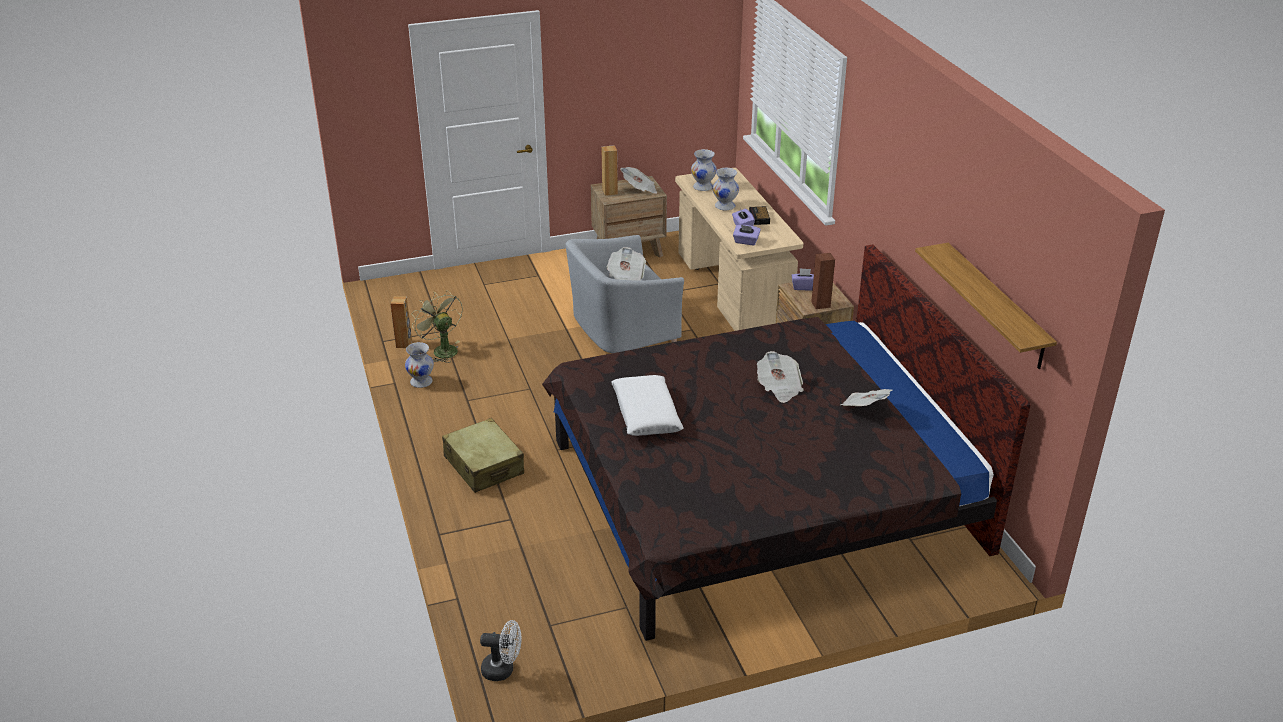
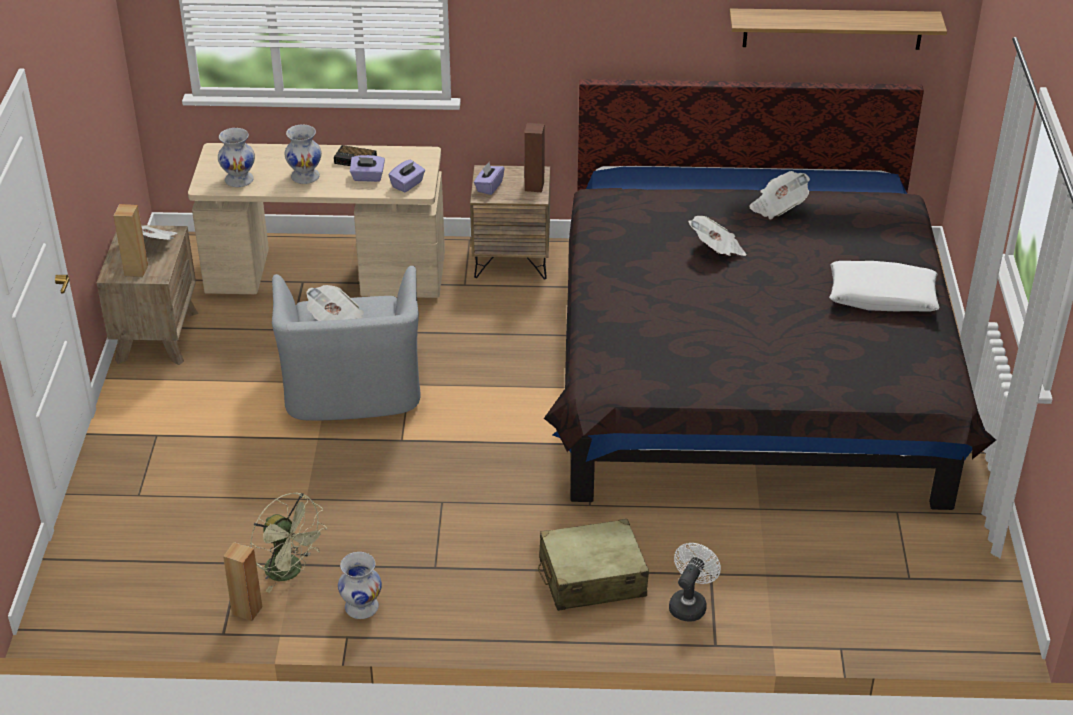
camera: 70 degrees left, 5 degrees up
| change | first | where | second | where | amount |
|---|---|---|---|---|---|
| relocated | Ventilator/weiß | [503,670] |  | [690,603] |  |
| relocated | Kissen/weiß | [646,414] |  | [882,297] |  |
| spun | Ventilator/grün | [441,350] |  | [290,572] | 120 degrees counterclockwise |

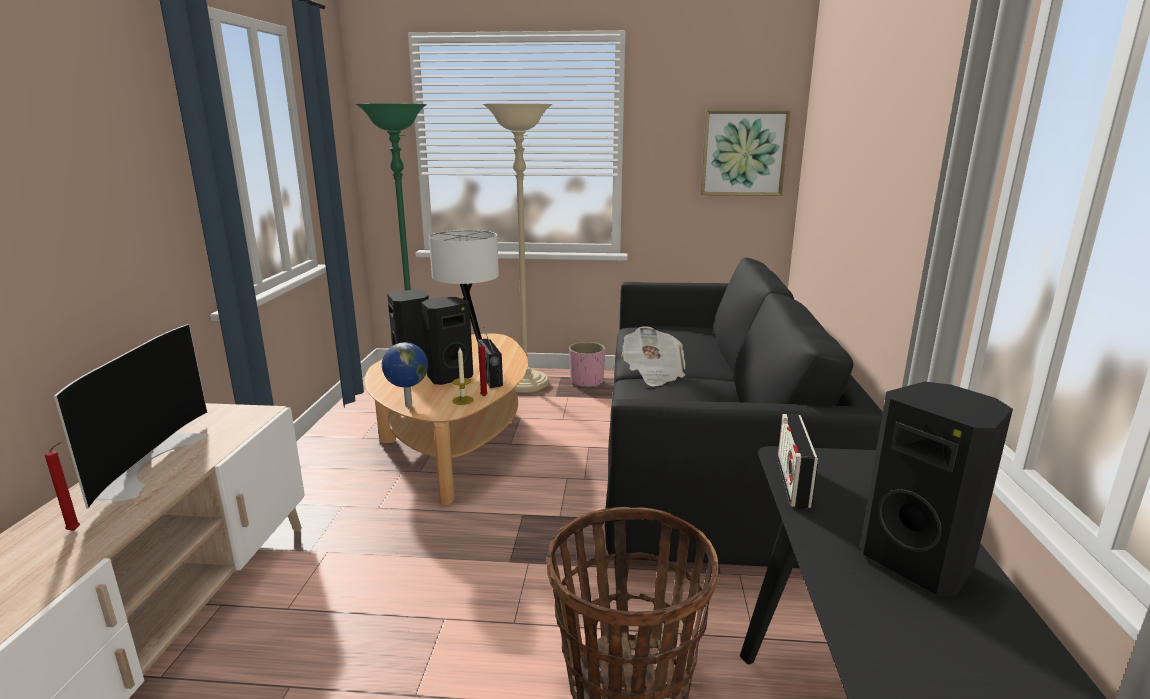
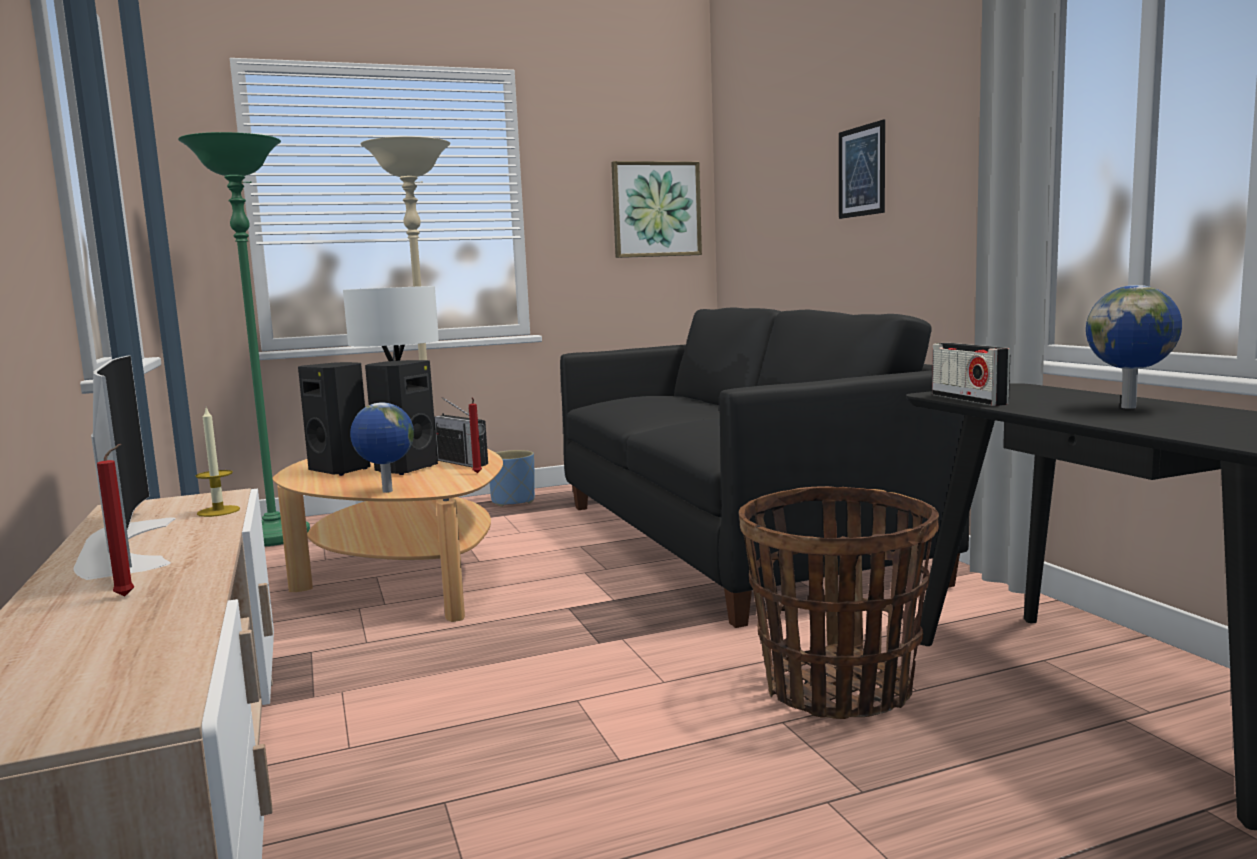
camera: 25 degrees left, 10 degrees down
| change | first | where | second | where | amount |
|---|---|---|---|---|---|
| missing | Zeitung | [653,373] |  |  |  |
| appeared |  |  | Bild | [862,171] |  |
| relocated | Kerze | [463,400] |  | [218,511] |  |
| exchanged | Lautsprecher/schwarz | [919,562] | Globus | [1130,407] |  |
| colour | Pflanzkübel/rosa | [587,382] | Pflanzkübel/blau | [513,501] |  |

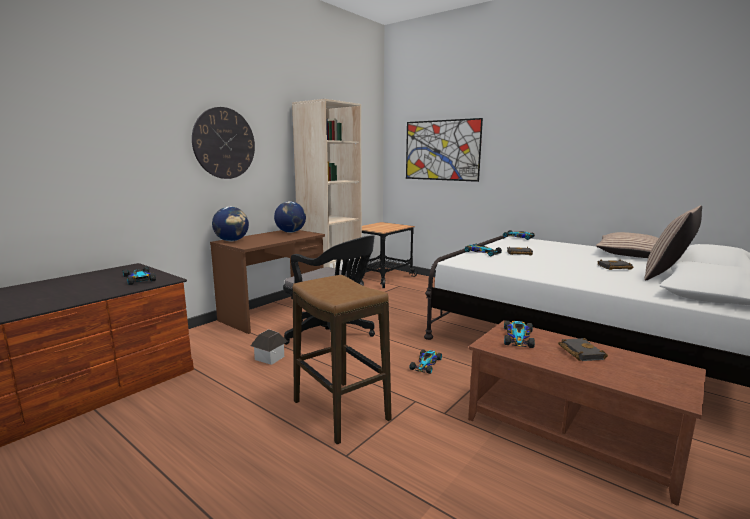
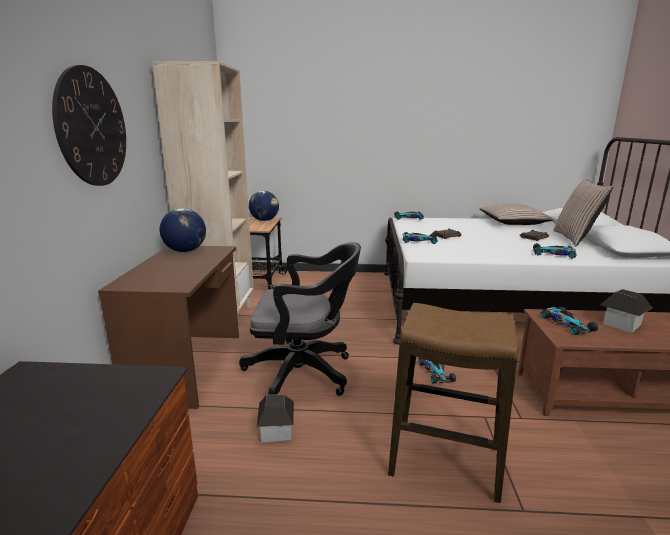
camera: 35 degrees left, 5 degrees up
| change | first | where | second | where | amount |
|---|---|---|---|---|---|
| missing | Bild | [441,150] |  |  |  |
| relocated | Spielzeugauto | [139,279] |  | [554,254] |  |
| relocated | Globus | [232,241] |  | [264,220] |  |
| exchanged | Buch/schwarz | [579,352] | Spielzeughaus | [621,324] |  |

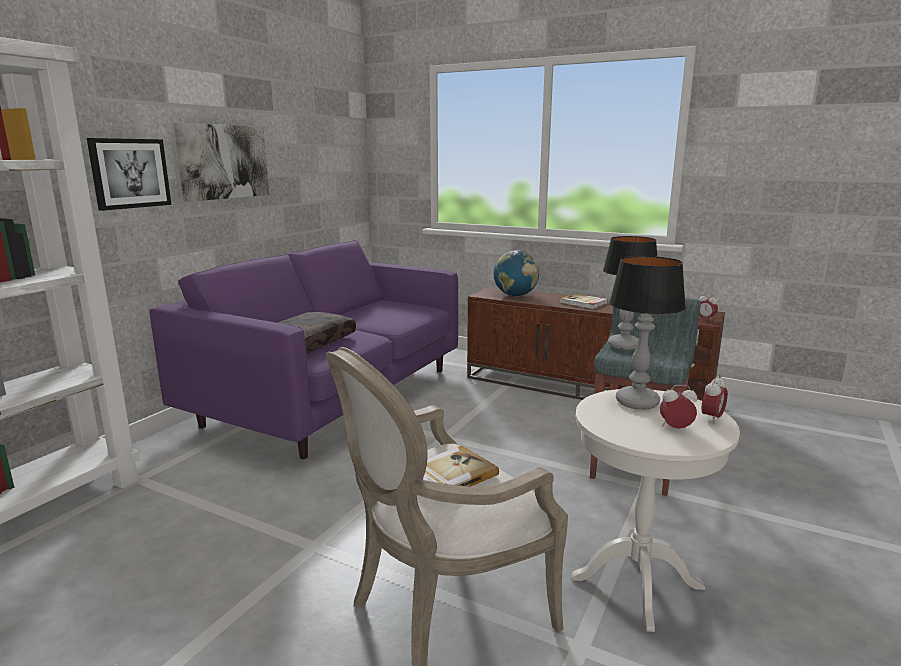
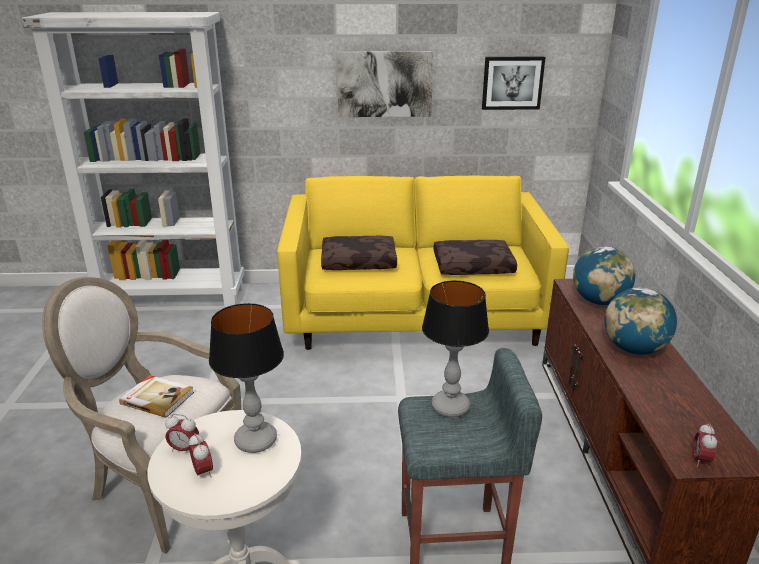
camera: 60 degrees right, 10 degrees up
| change | first | where | second | where | amount |
|---|---|---|---|---|---|
| appeared |  |  | Kissen/braun | [473,266] |  |
| relocated | Bild | [129,173] |  | [512,83] |  |
| relocated | Wecker | [712,418] |  | [184,449] |  |
| exchanged | Buch | [583,303] | Globus | [634,349] |  |
| colour | Sofa/lila | [333,398] | Sofa/gelb | [414,317] |  |

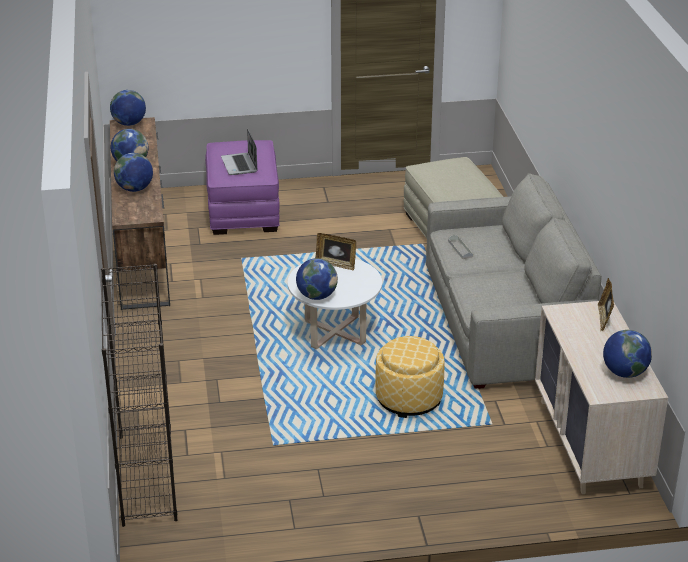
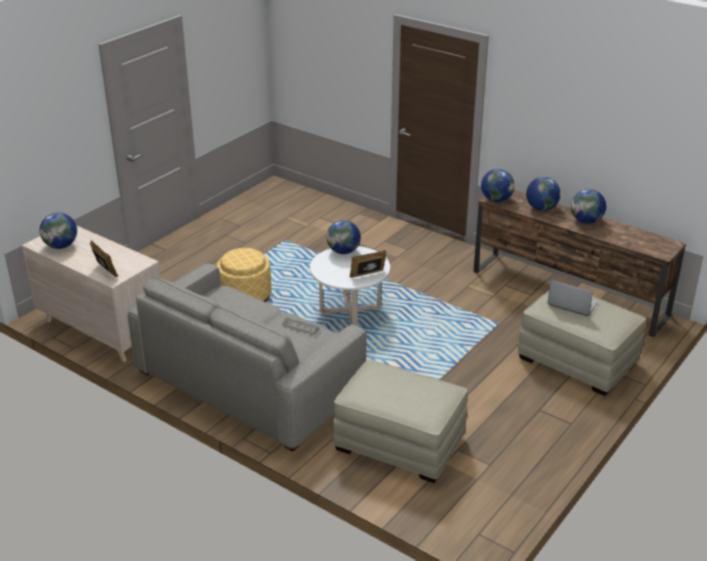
camera: 135 degrees right, 0 degrees up
| change | first | where | second | where | amount |
|---|---|---|---|---|---|
| missing | Bücherregal/schwarz | [146,476] |  |  |  |
| relocated | Globus | [129,123] |  | [496,200] |  |
| colour | Polsterhocker/lila | [243,210] | Polsterhocker/beige | [576,361] |  |

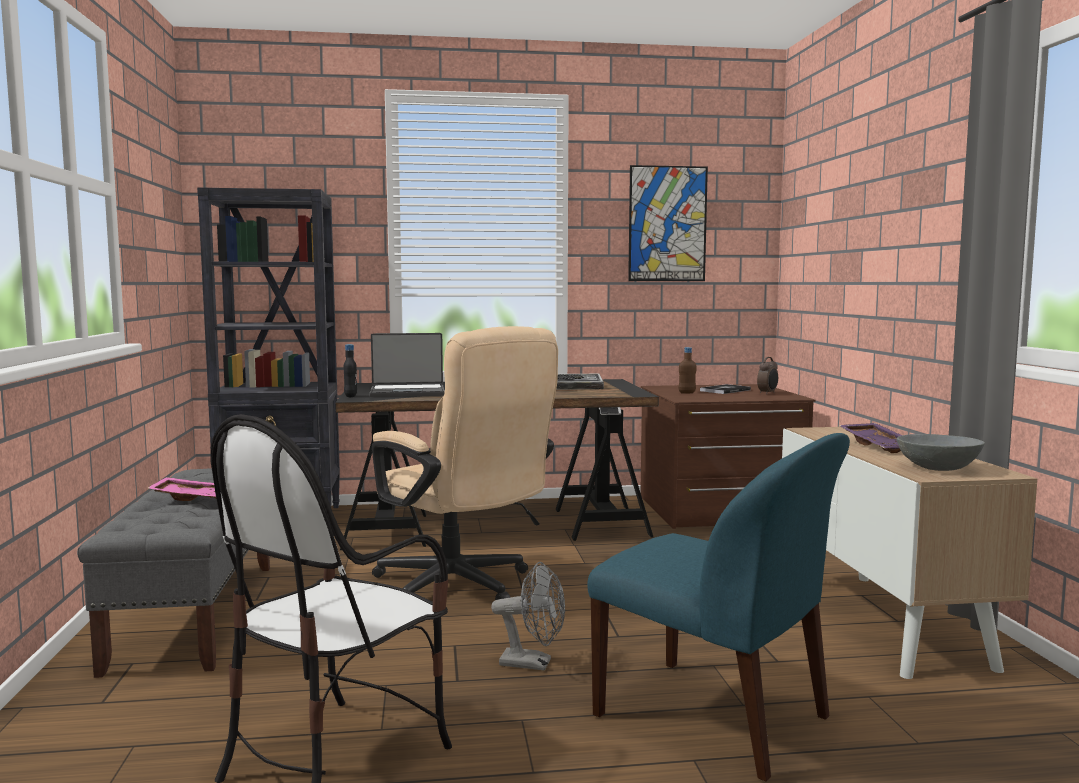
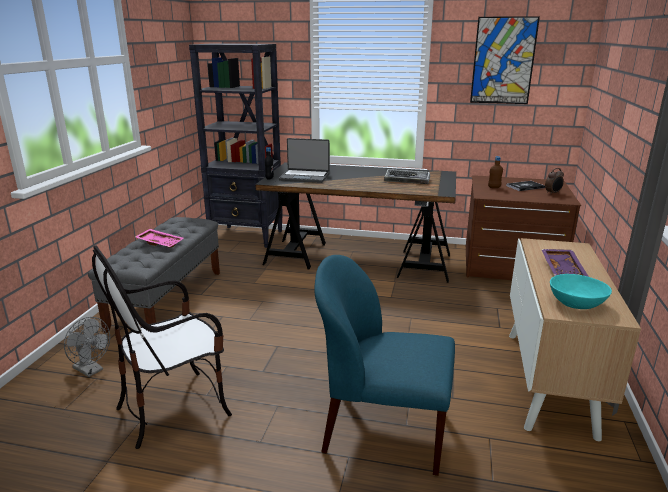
camera: 20 degrees right, 15 degrees up
| change | first | where | second | where | amount |
|---|---|---|---|---|---|
| missing | Bürostuhl/beige | [462,587] |  |  |  |
| relocated | Ventilator/grau | [533,663] |  | [91,370] |  |
| colour | Schüssel/grau | [939,468] | Schüssel/türkis | [577,303] |  |
| spun | Stuhl/blau | [716,718] |  | [382,431] | 135 degrees clockwise |

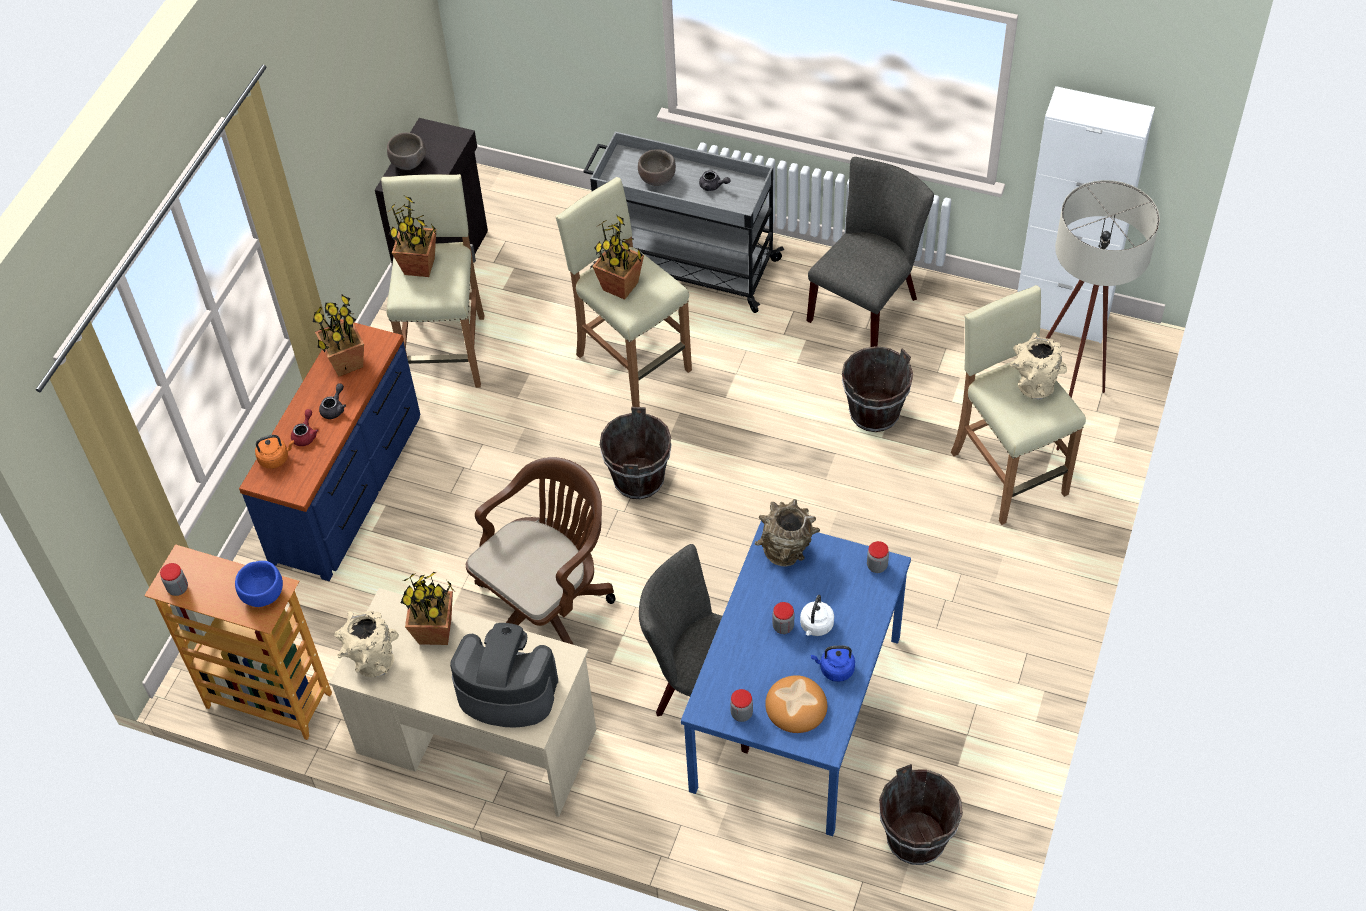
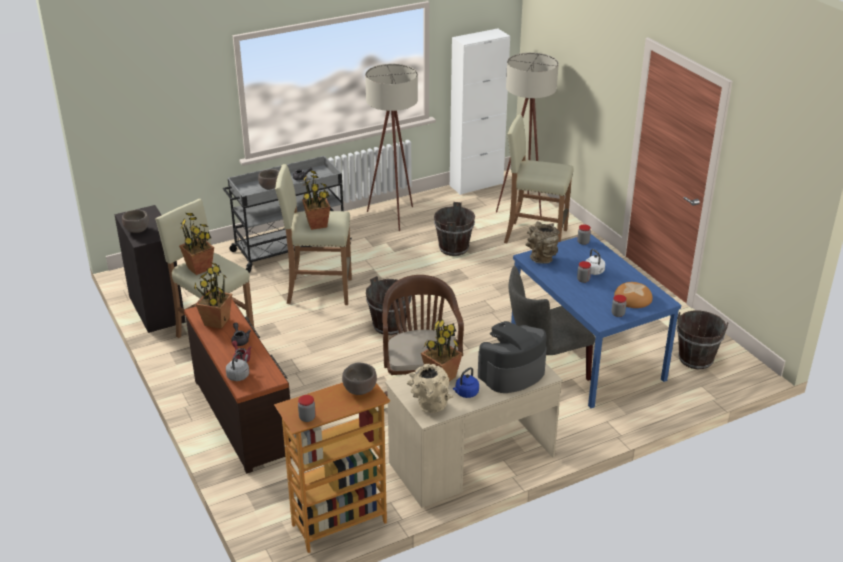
camera: 50 degrees left, 20 degrees down
| change | first | where | second | where | amount |
|---|---|---|---|---|---|
| missing | Vase/beige | [1032,385] |  |  |  |
| relocated | Wasserkessel/blau | [835,669] |  | [466,393] |  |
| exchanged | Stuhl/grau | [867,305] | Stehlampe/beige | [394,219] |  |
| colour | Schüssel/blau | [263,594] | Schüssel/braun | [360,390] |  |
| colour | Kommode/blau | [349,487] | Kommode/braun | [244,416] |  |
| colour | Wasserkessel/orange | [275,458] | Wasserkessel/grau | [239,375] |  |

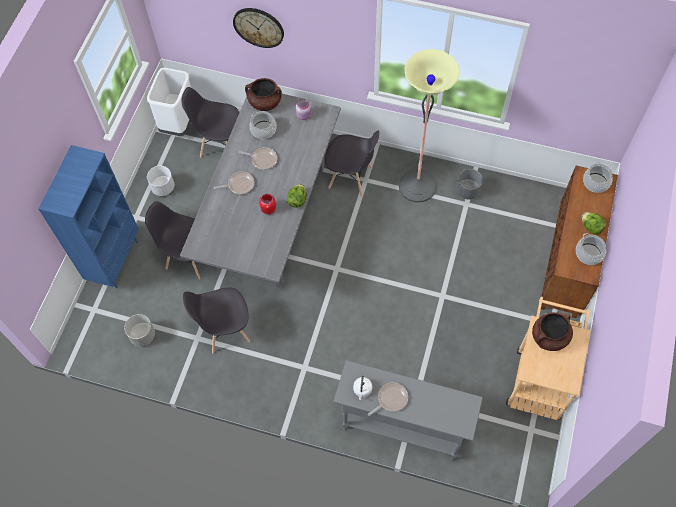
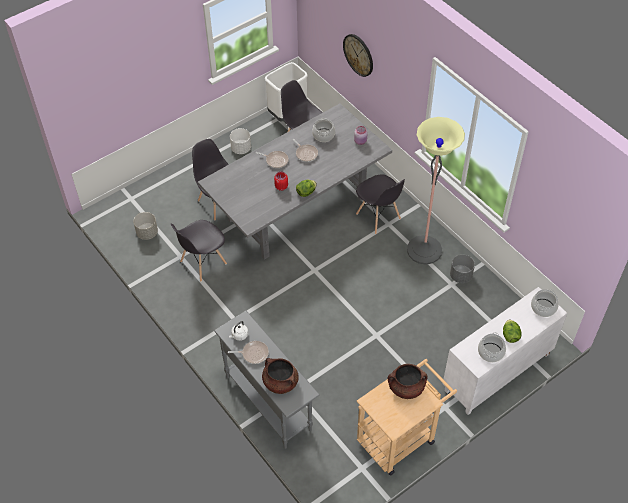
camera: 35 degrees right, 10 degrees down
| change | first | where | second | where | amount |
|---|---|---|---|---|---|
| missing | Bücherregal/blau | [115,260] |  |  |  |
| relocated | Kochtopf/braun | [265,102] |  | [280,382] |  |
| colour | Schrank/braun | [568,263] | Schrank/weiß | [497,373] |  |
| spun | Stuhl/grau | [225,330] |  | [203,263] | 60 degrees counterclockwise |

